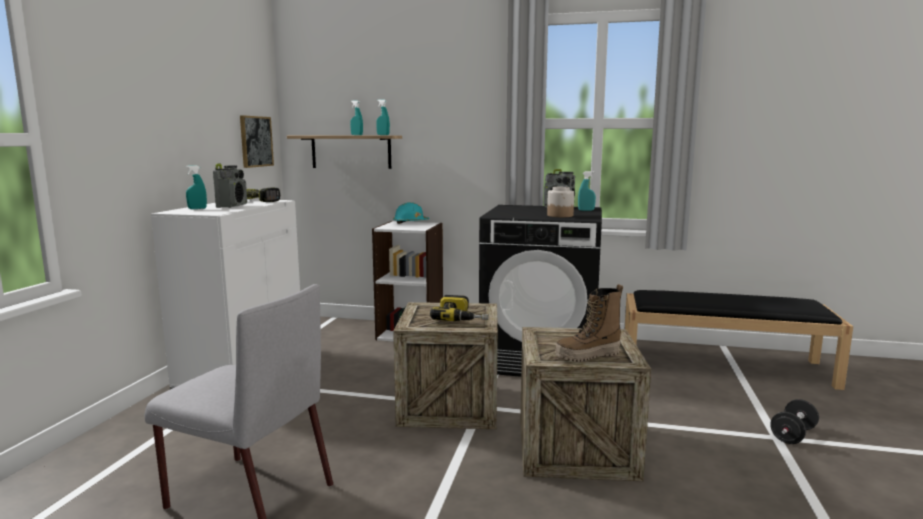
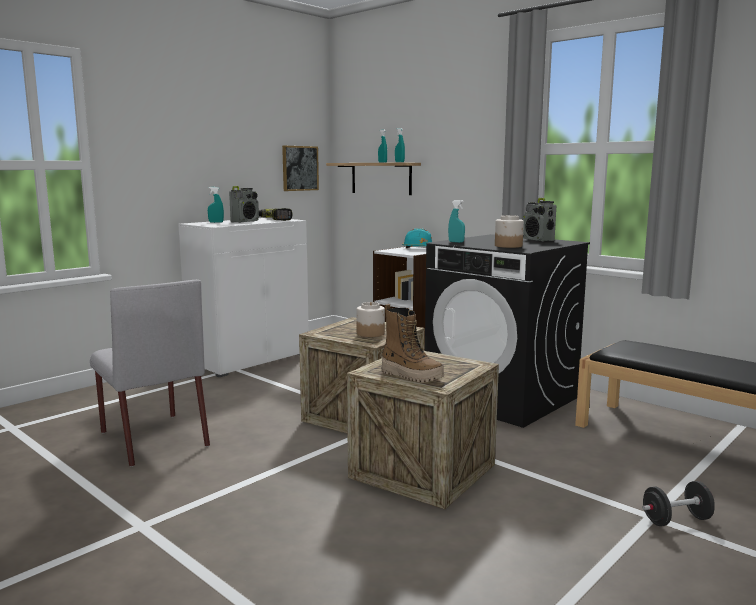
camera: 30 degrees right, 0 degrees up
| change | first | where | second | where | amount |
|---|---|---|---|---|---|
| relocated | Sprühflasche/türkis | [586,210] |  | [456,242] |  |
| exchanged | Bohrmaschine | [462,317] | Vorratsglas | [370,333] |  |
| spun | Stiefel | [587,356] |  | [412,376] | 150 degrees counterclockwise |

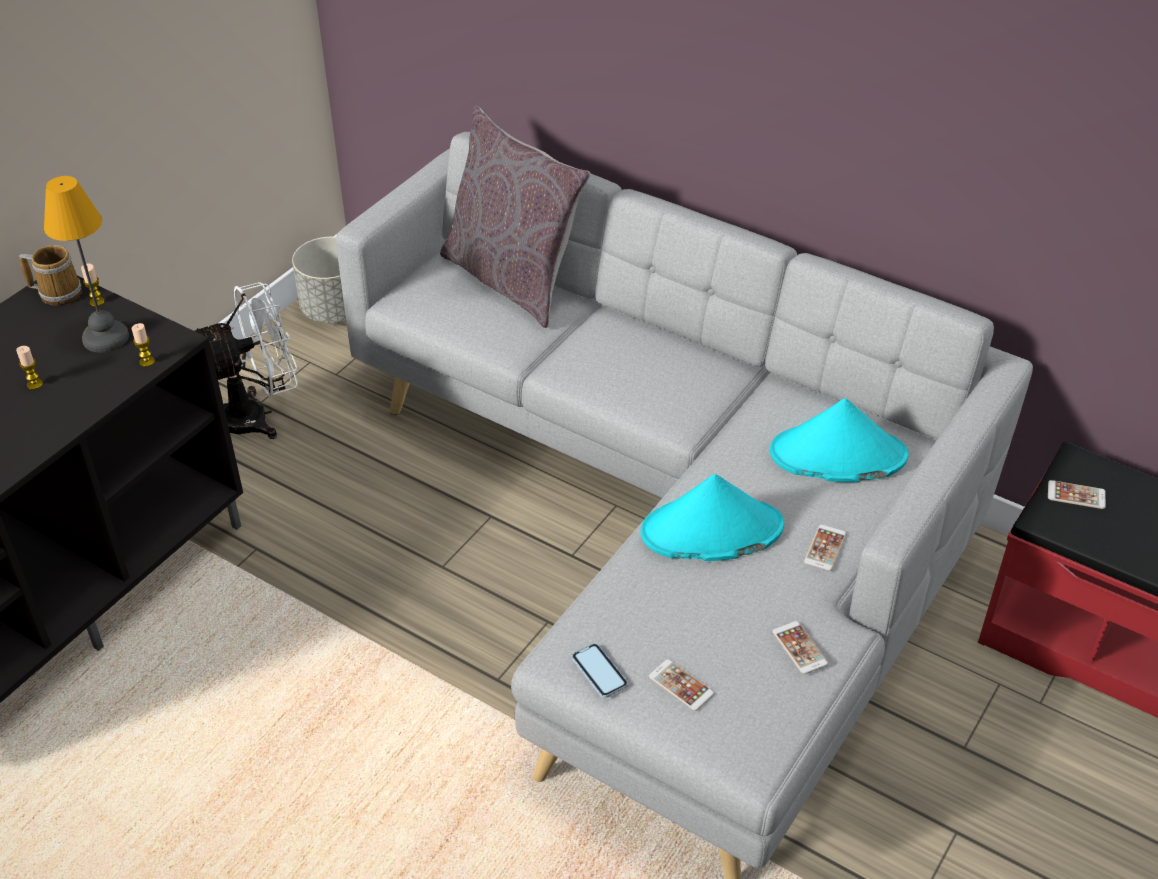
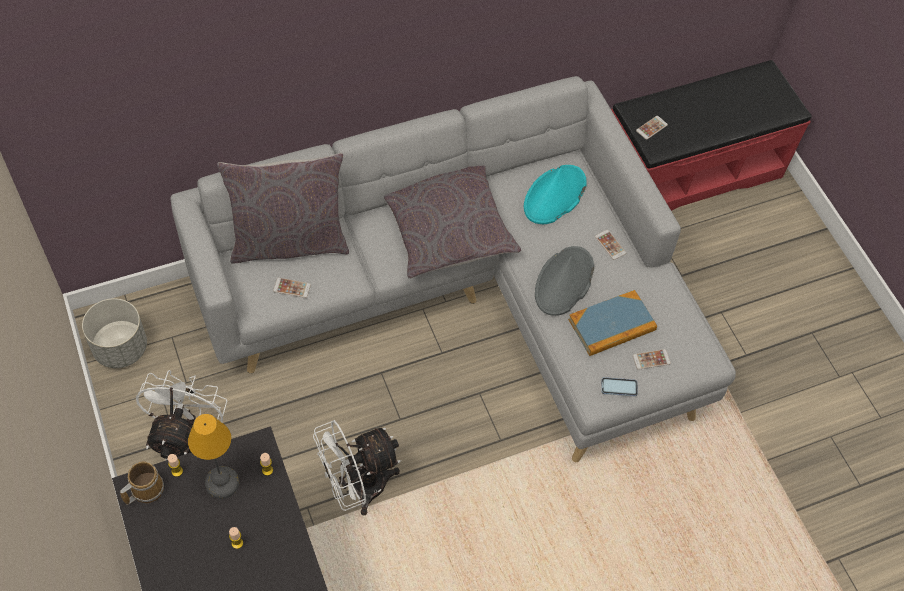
camera: 60 degrees left, 15 degrees up
| change | first | where | second | where | amount |
|---|---|---|---|---|---|
| appeared |  |  | Ventilator/weiß | [357,488] |  |
| appeared |  |  | Kissen/grau | [446,228] |  |
| appeared |  |  | Buch | [611,325] |  |
| relocated | Handy | [799,648] |  | [292,288] |  |
| colour | Hut/türkis | [711,531] | Hut/grau | [564,282] |  |

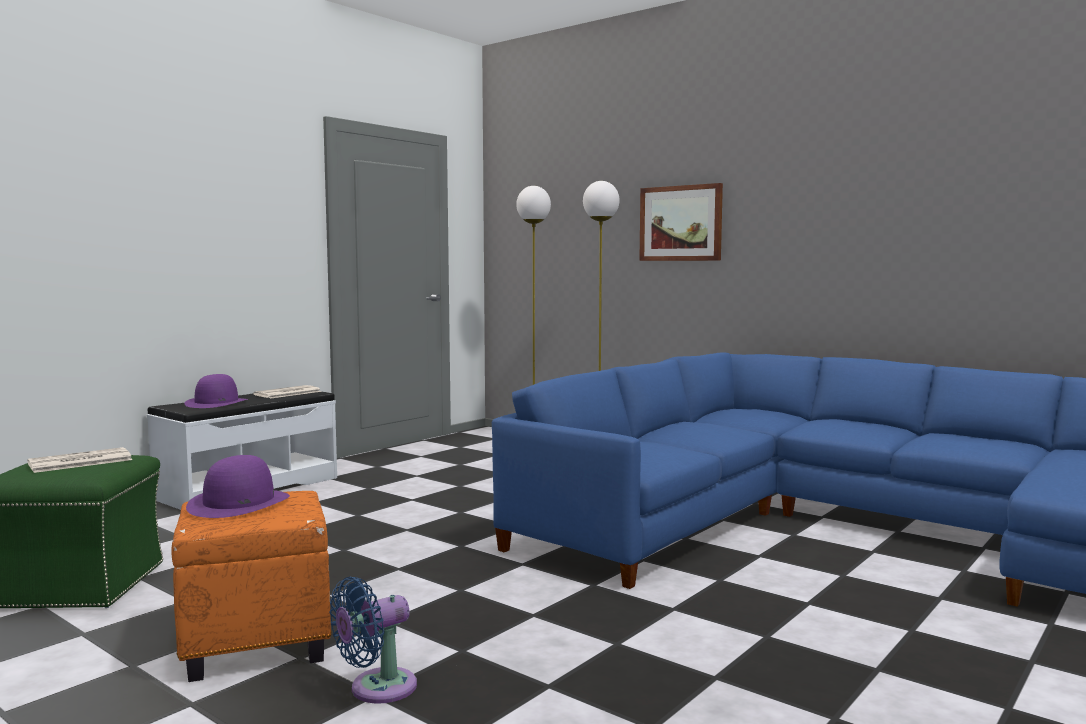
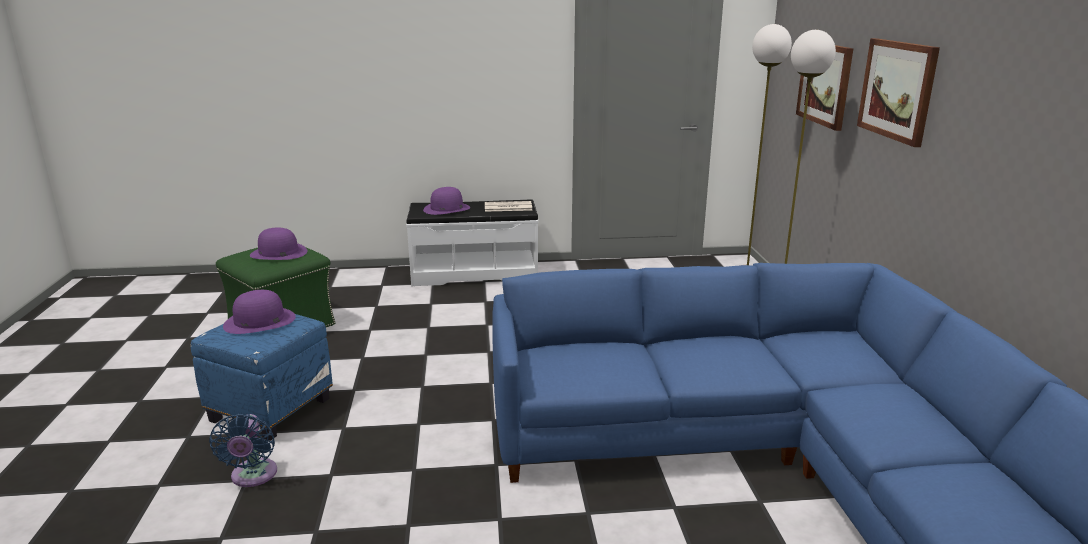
camera: 45 degrees right, 15 degrees up
| change | first | where | second | where | amount |
|---|---|---|---|---|---|
| appeared |  |  | Bild | [825,83] |  |
| exchanged | Zeitung | [79,462] | Hut/lila | [278,253] |  |
| colour | Polsterhocker/orange | [255,641] | Polsterhocker/blau | [271,408] |  |
| spun | Ventilator/blau | [377,689] |  | [253,476] | 105 degrees counterclockwise |

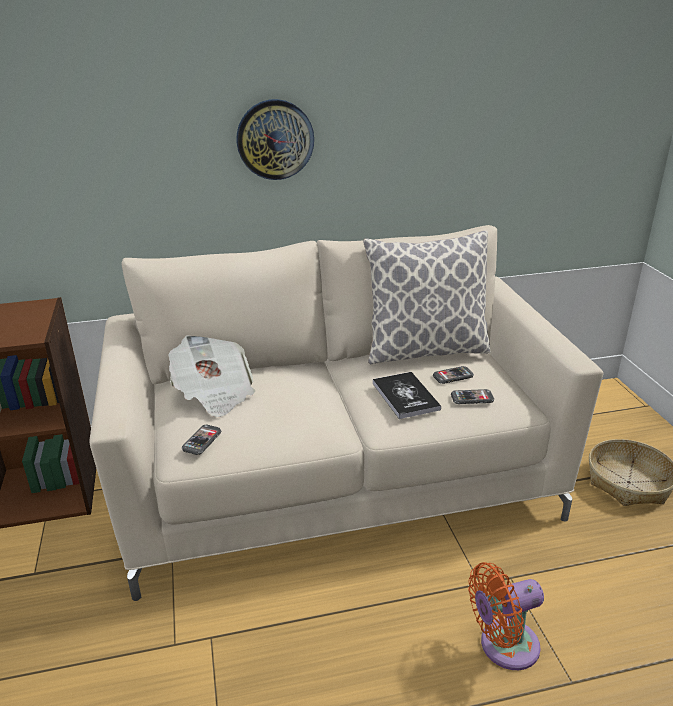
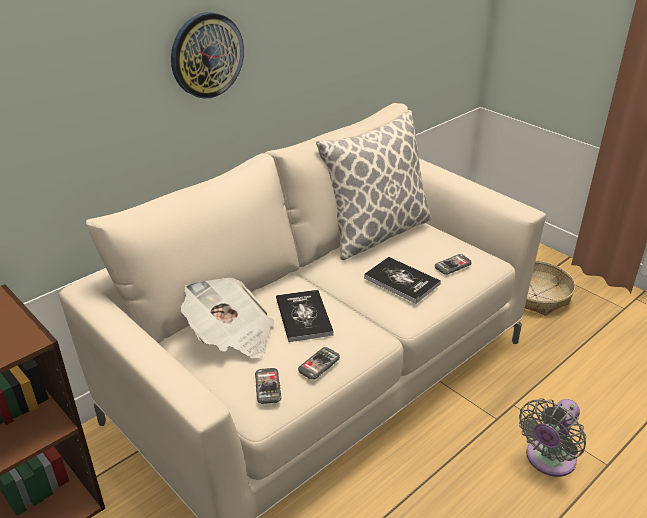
camera: 30 degrees left, 5 degrees up
| change | first | where | second | where | amount |
|---|---|---|---|---|---|
| appeared |  |  | Buch | [303,316] |  |
| relocated | Handy | [453,376] |  | [319,364] |  |
| colour | Ventilator/orange | [503,646] | Ventilator/grau | [548,460] |  |

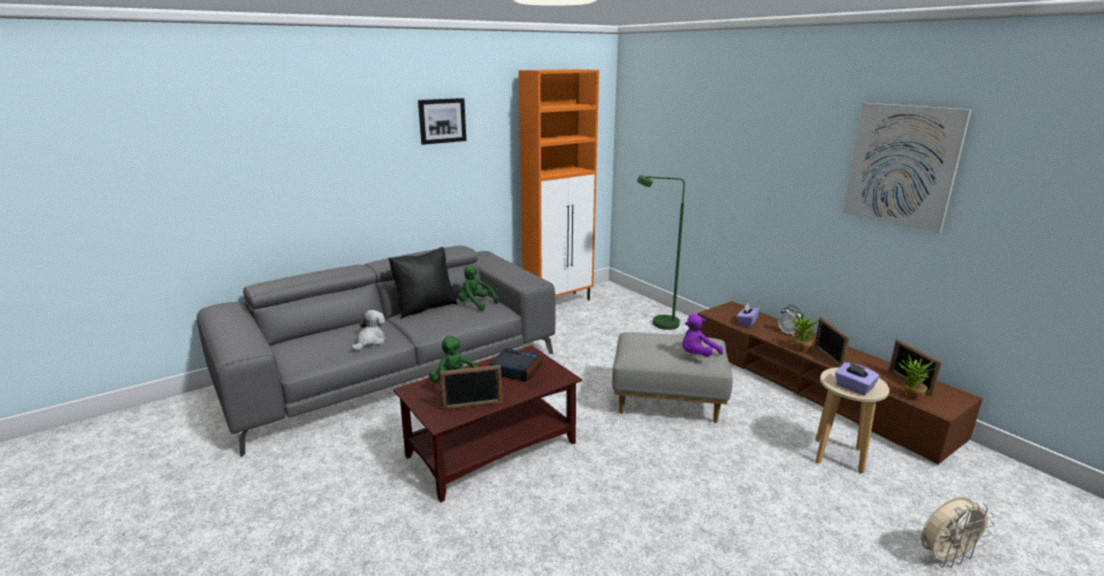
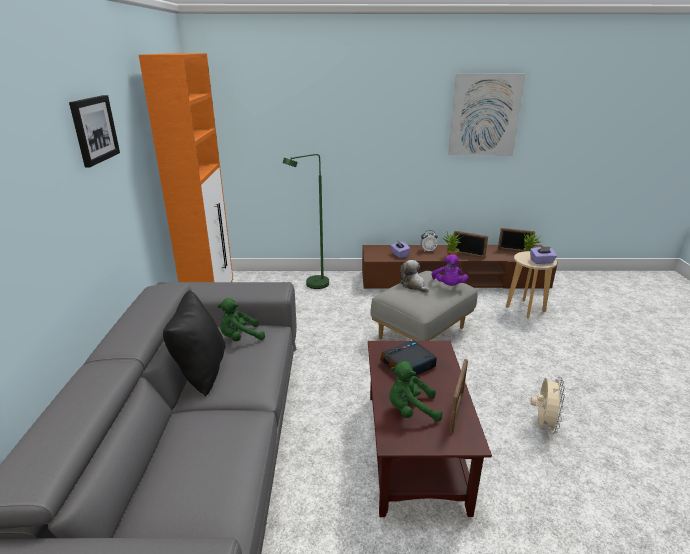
camera: 55 degrees left, 5 degrees up
| change | first | where | second | where | amount |
|---|---|---|---|---|---|
| relocated | Plüschtier | [370,341] |  | [413,285] |  |
| relocated | Ventilator/beige | [945,557] |  | [543,425] |  |

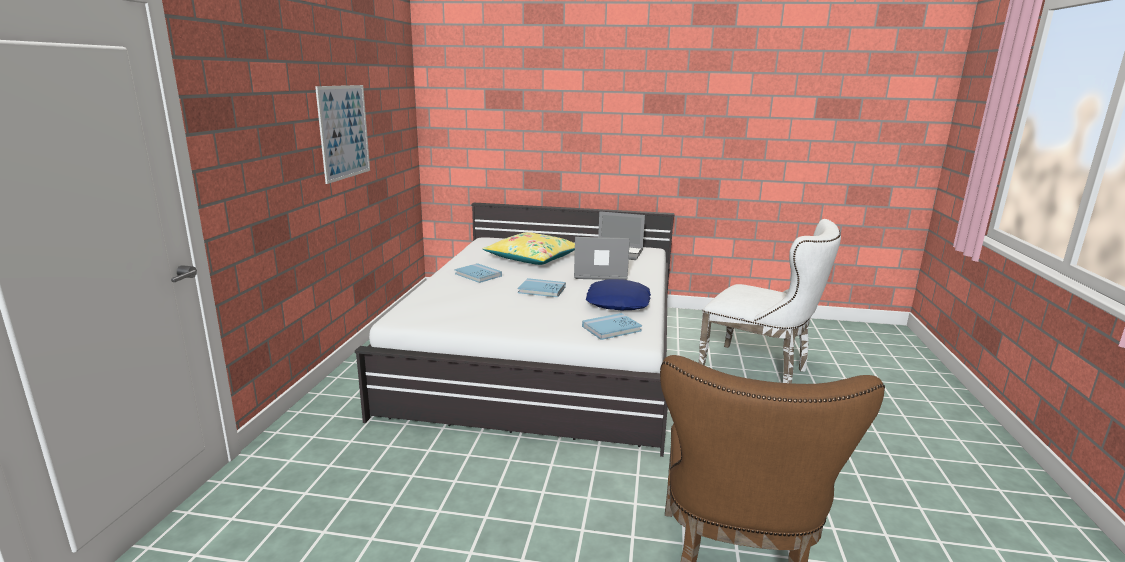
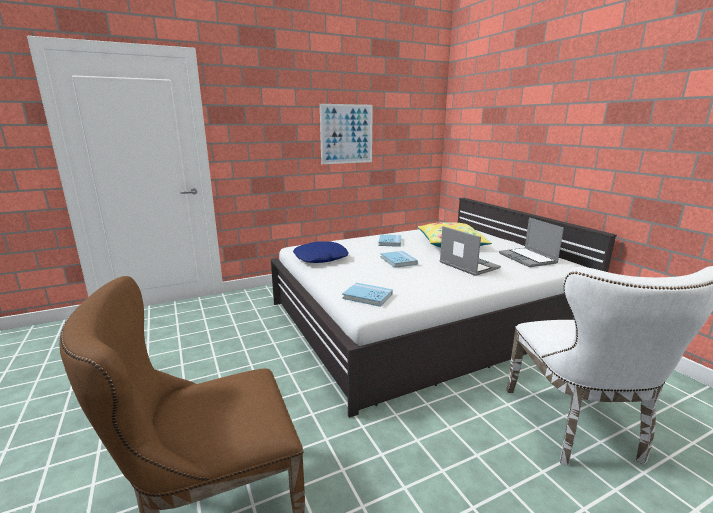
camera: 55 degrees right, 0 degrees up
| change | first | where | second | where | amount |
|---|---|---|---|---|---|
| relocated | Kissen/blau | [618,303] |  | [321,258] |  |

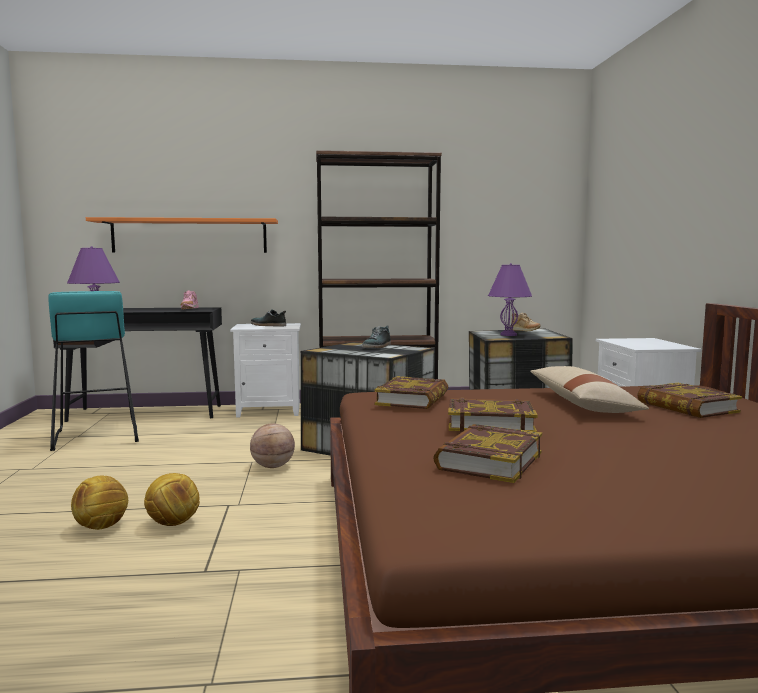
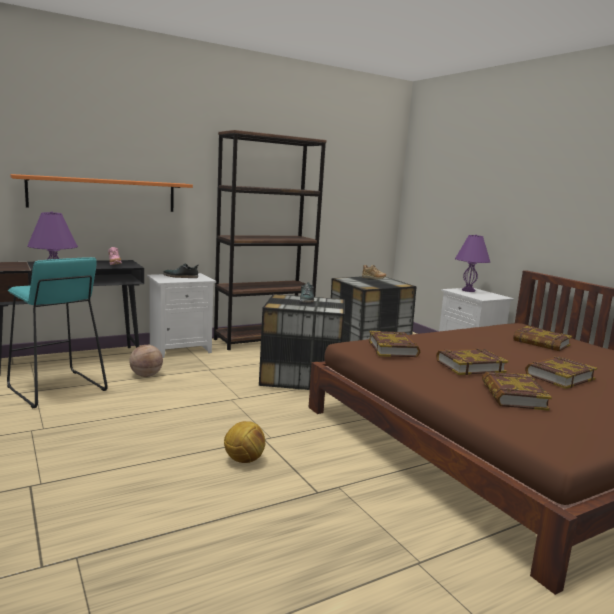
camera: 25 degrees left, 5 degrees up
| change | first | where | second | where | amount |
|---|---|---|---|---|---|
| missing | Fußball | [101,526] |  |  |  |
| missing | Kissen/beige | [582,404] |  |  |  |
| appeared |  |  | Buch | [559,376] |  |
| relocated | Basketball | [272,467] |  | [146,375] |  |
| relocated | Tischlampe/lila | [509,335] |  | [468,290] |  |

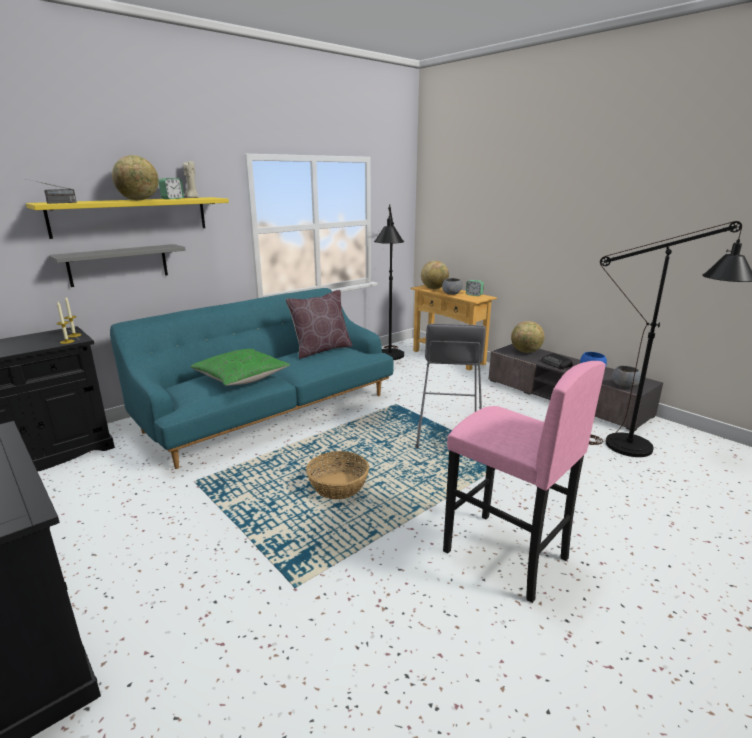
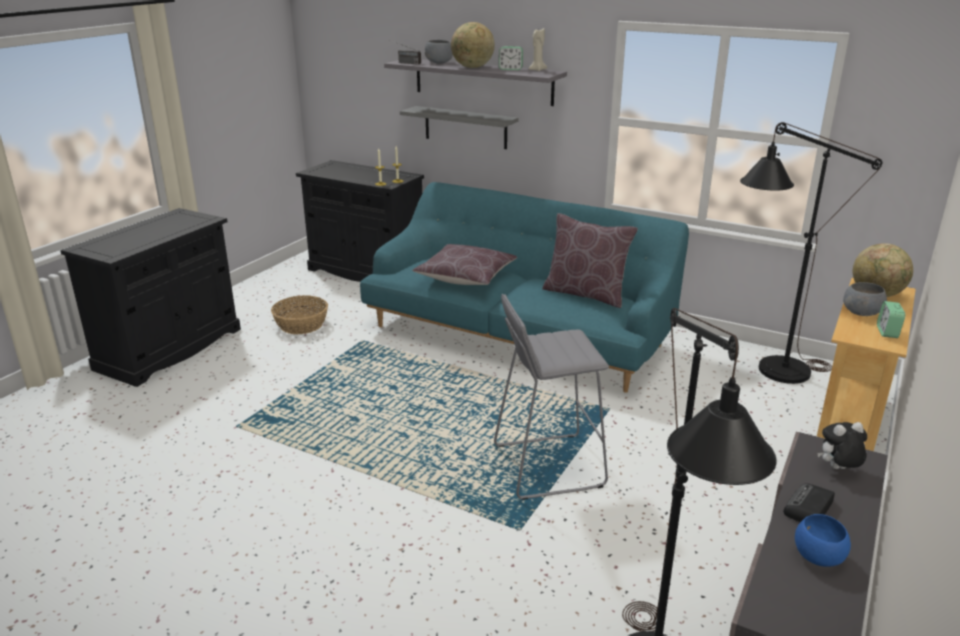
camera: 70 degrees right, 5 degrees up
| change | first | where | second | where | amount |
|---|---|---|---|---|---|
| missing | Hocker/rosa | [505,555] |  |  |  |
| relocated | Korb | [338,486] |  | [302,325] |  |
| relocated | Schüssel/grau | [625,386] |  | [439,62] |  |
| exchanged | Globus | [526,352] | Plüschtier | [838,469] |  |
| colour | Wandregal/gelb | [131,216] | Wandregal/grau | [483,81] |  |
| colour | Kissen/grün | [241,377] | Kissen/braun | [465,277] |  |

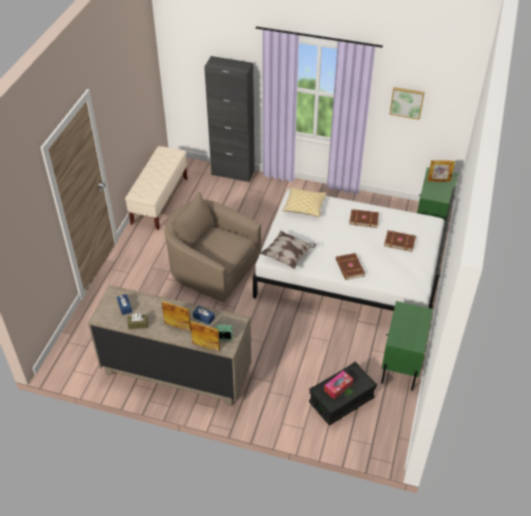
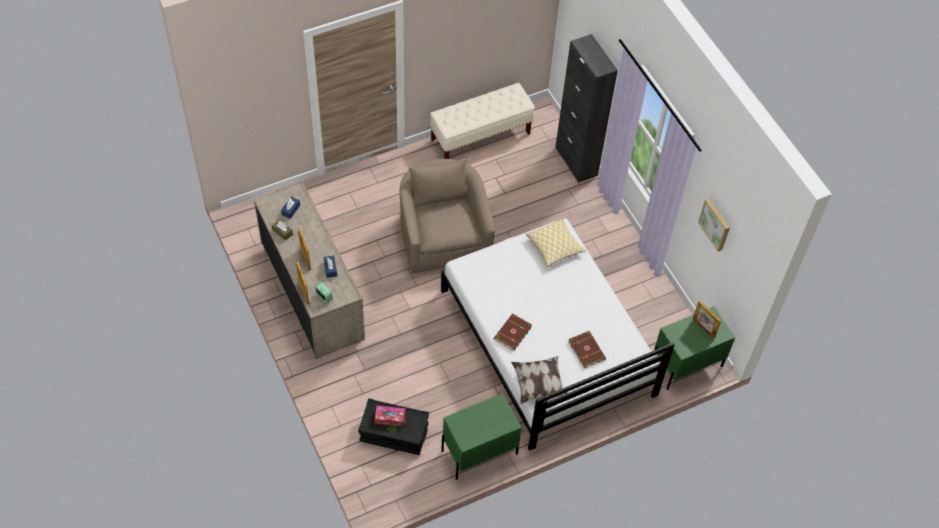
camera: 45 degrees right, 10 degrees up
| change | first | where | second | where | amount |
|---|---|---|---|---|---|
| missing | Buch/braun | [363,219] |  |  |  |
| relocated | Kissen | [288,255] |  | [539,386] |  |

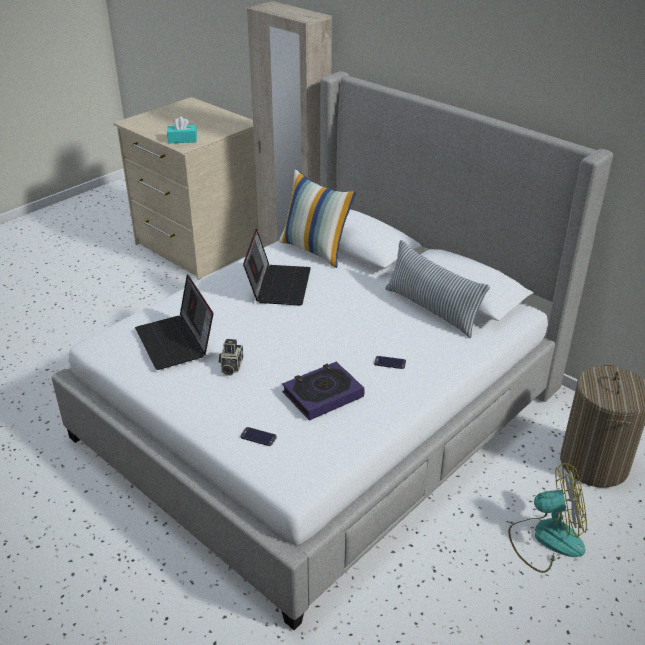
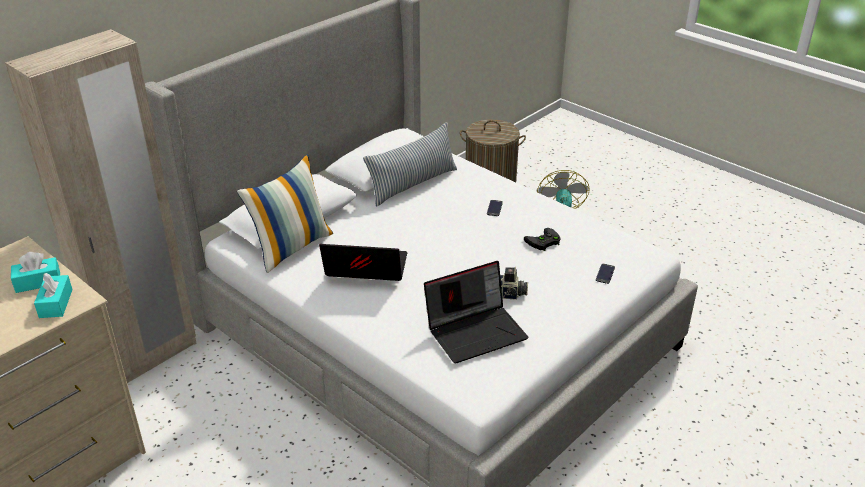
camera: 90 degrees left, 0 degrees up
| change | first | where | second | where | amount |
|---|---|---|---|---|---|
| appeared |  |  | Taschentuchbox/türkis | [38,282] |  |
| exchanged | Buch | [322,394] | Gamepad/schwarz | [543,242] |  |

